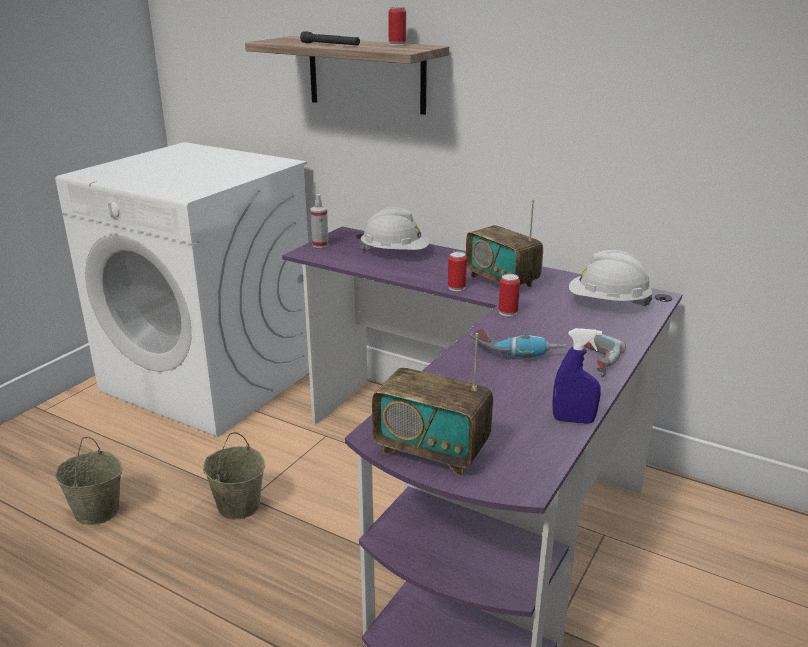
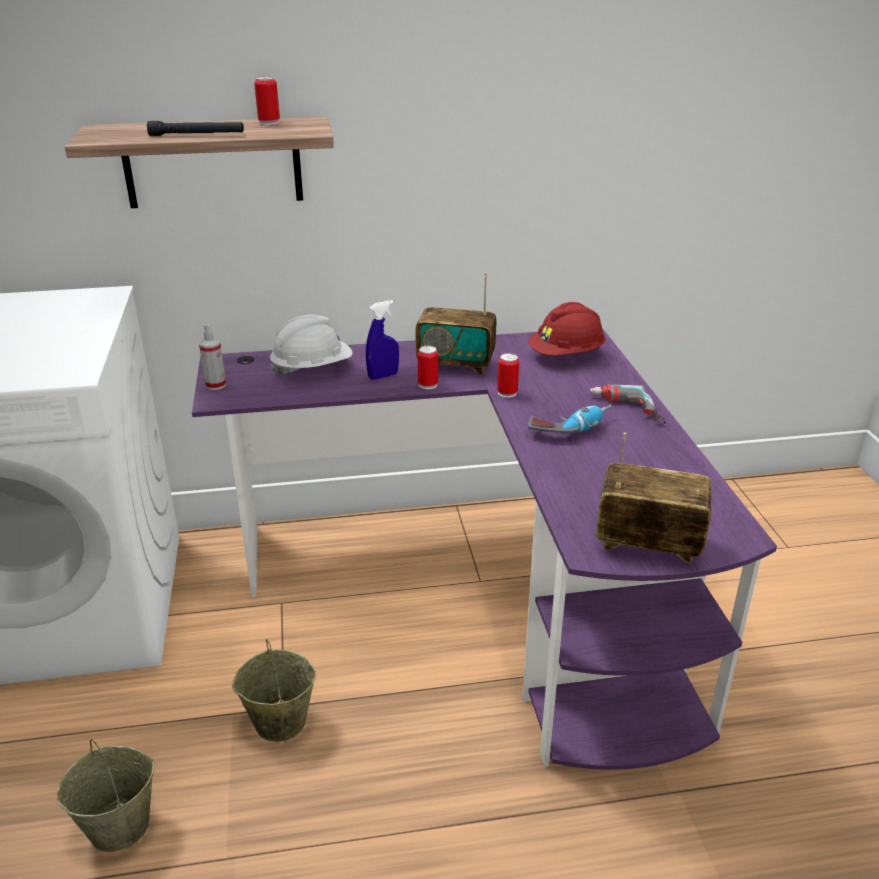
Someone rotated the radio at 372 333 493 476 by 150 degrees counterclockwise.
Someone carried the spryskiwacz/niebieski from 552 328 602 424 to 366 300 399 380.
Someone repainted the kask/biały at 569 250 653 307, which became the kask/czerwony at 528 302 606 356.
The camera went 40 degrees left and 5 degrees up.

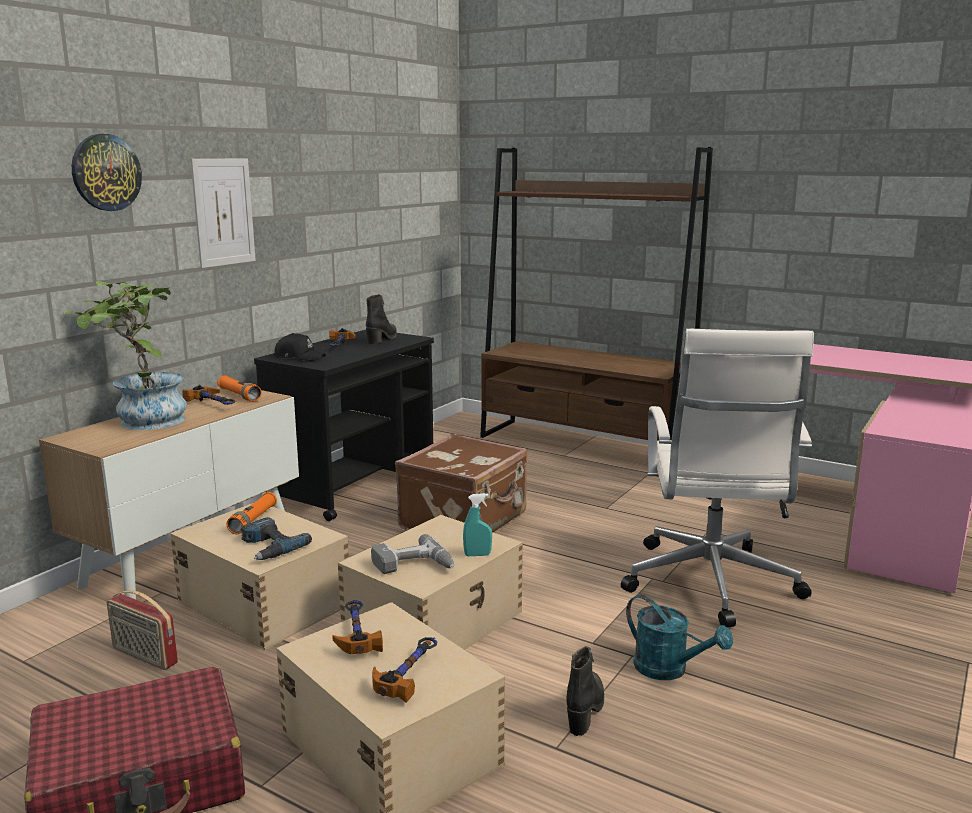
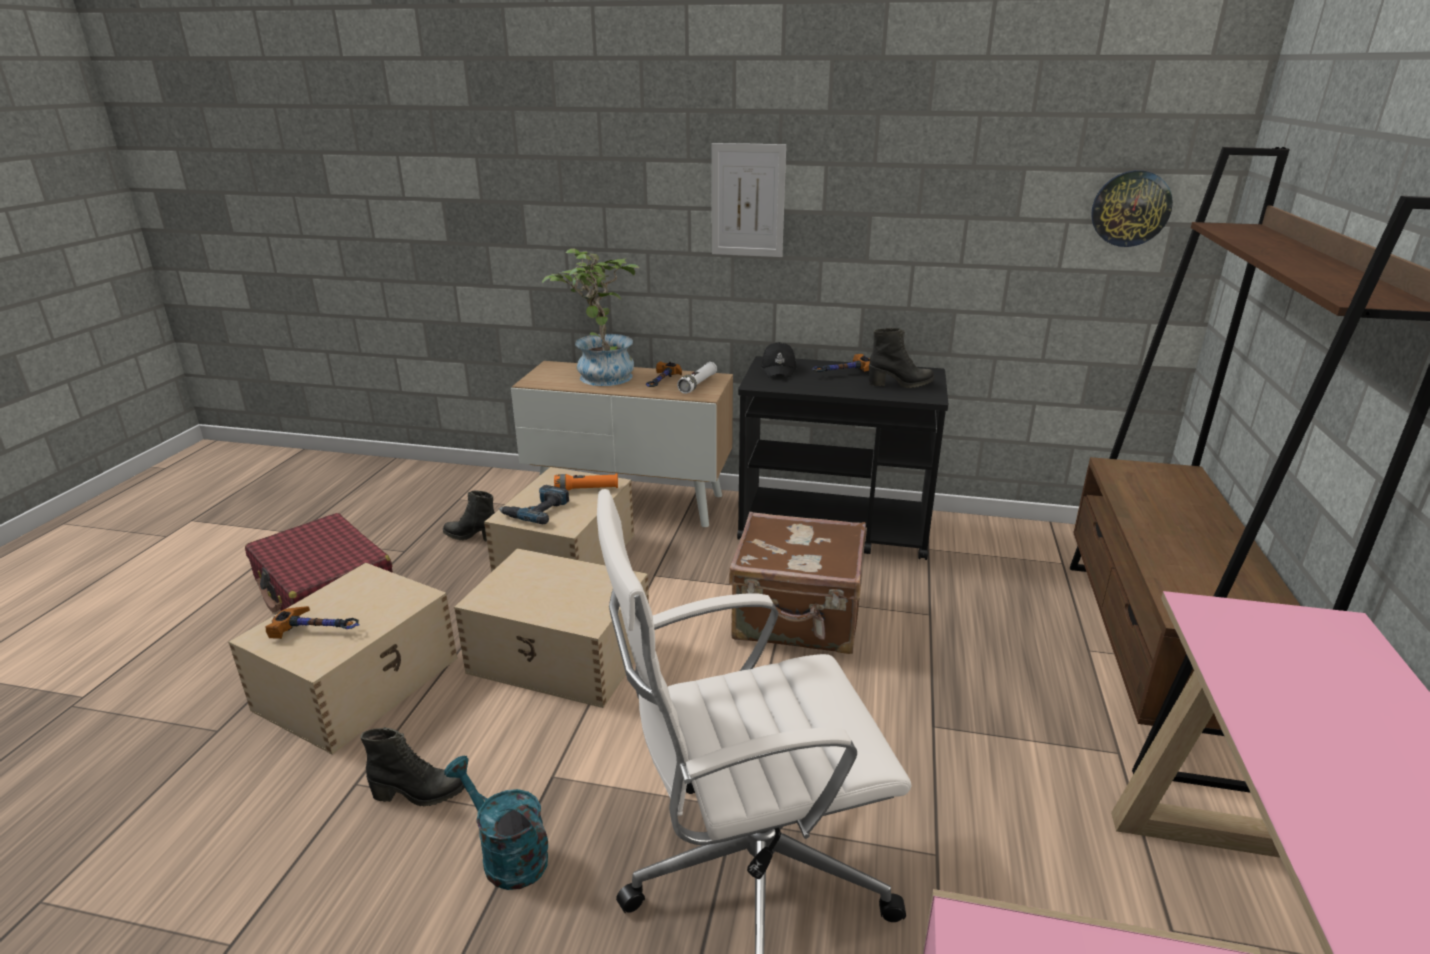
Someone carried the zegar ścienny from 72 134 142 211 to 1091 170 1173 247.
Someone swapped the radio at 107 590 178 670 for the but z cholewką/czarny at 443 491 495 541.
Someone repainted the latarka/pomarańczowy at 217 375 262 401, which became the latarka/biały at 677 362 717 394.
Someone took away the młotek at 332 600 383 654.
Someone took away the wiertarka at 371 534 454 574.
Someone took away the spryskiwacz/turkusowy at 463 493 492 556.
Someone rotated the konewka/turkusowy at 626 595 733 680 by 105 degrees clockwise.
The camera went 70 degrees right and 10 degrees up.

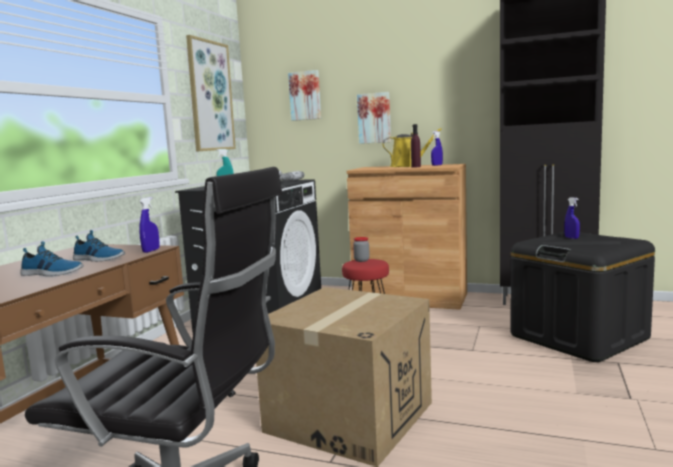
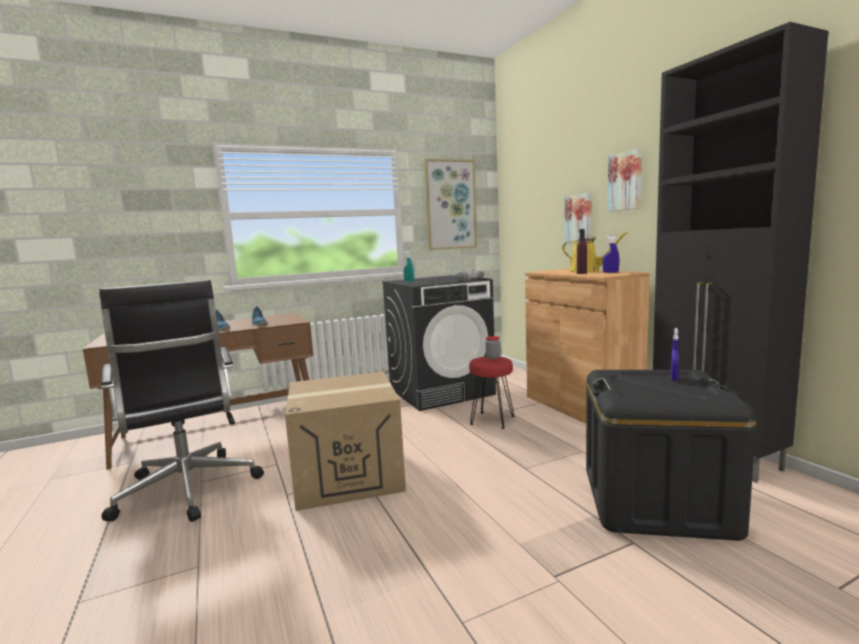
Someone took away the spryskiwacz/niebieski at 139 197 160 253.
Someone carried the obraz from 288 70 321 121 to 608 149 642 212.
The camera went 45 degrees right and 0 degrees up.

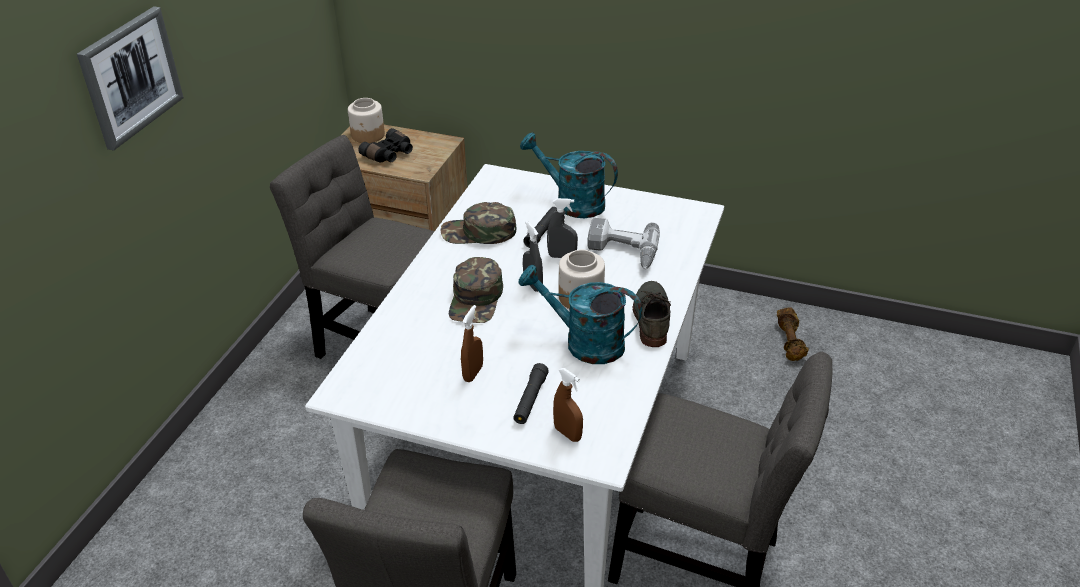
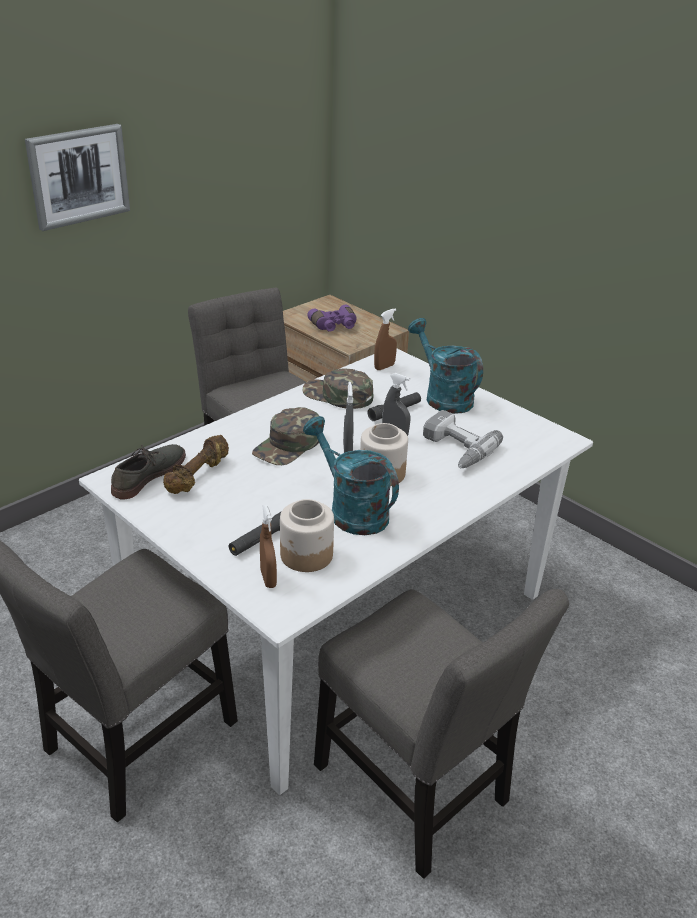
Someone carried the słoik from 348 98 385 143 to 280 499 334 572.
Someone repainted the lornetka/czarny at 358 128 413 162, which became the lornetka/fioletowy at 307 305 357 332.
Someone carried the spryskiwacz/brązowy from 461 305 483 382 to 374 308 397 370.
Someone carried the but/szary from 633 281 671 347 to 111 444 186 499.
Someone carried the hantel/brązowy from 777 307 809 361 to 163 435 229 494.
The camera went 25 degrees right and 5 degrees down.

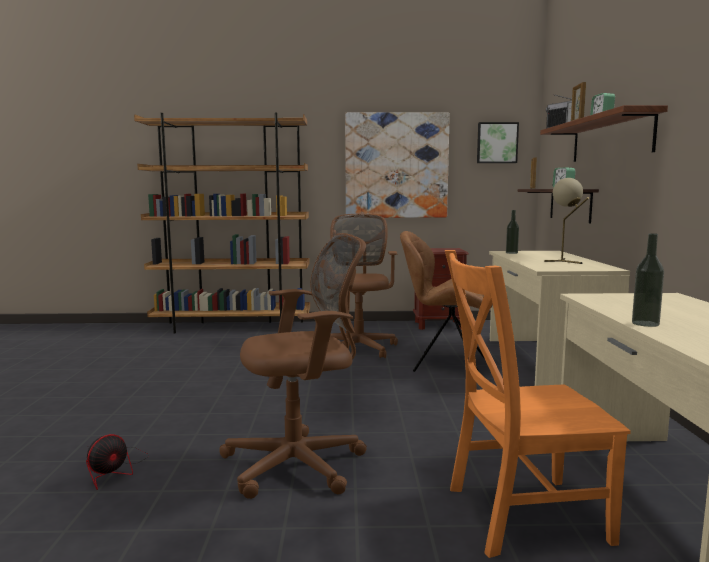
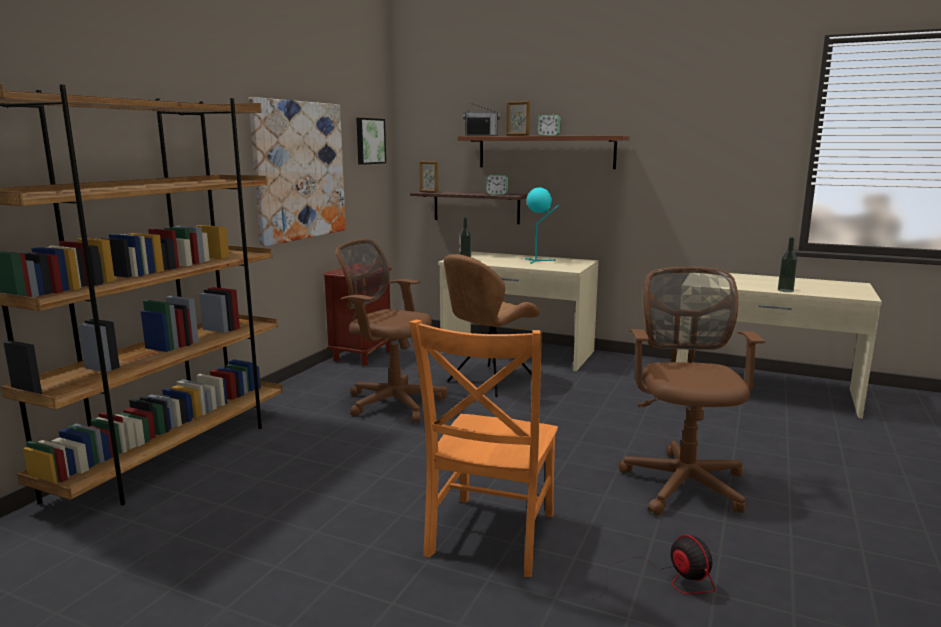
Someone carried the krzesło/pomarańczowy from 445 250 631 558 to 409 320 558 577.
Someone repainted the lampa stołowa/beżowy at 544 178 589 264, which became the lampa stołowa/turkusowy at 525 187 559 264.
The camera went 65 degrees left and 5 degrees up.

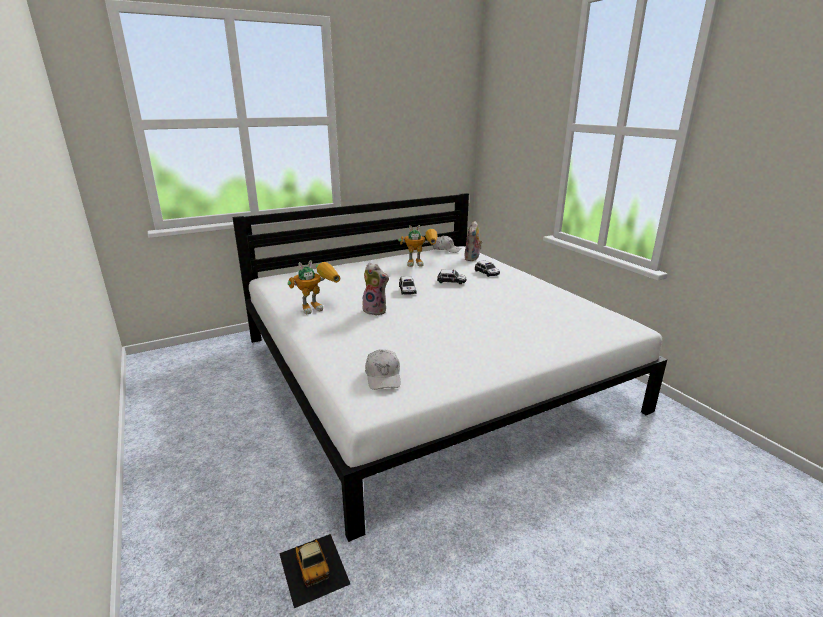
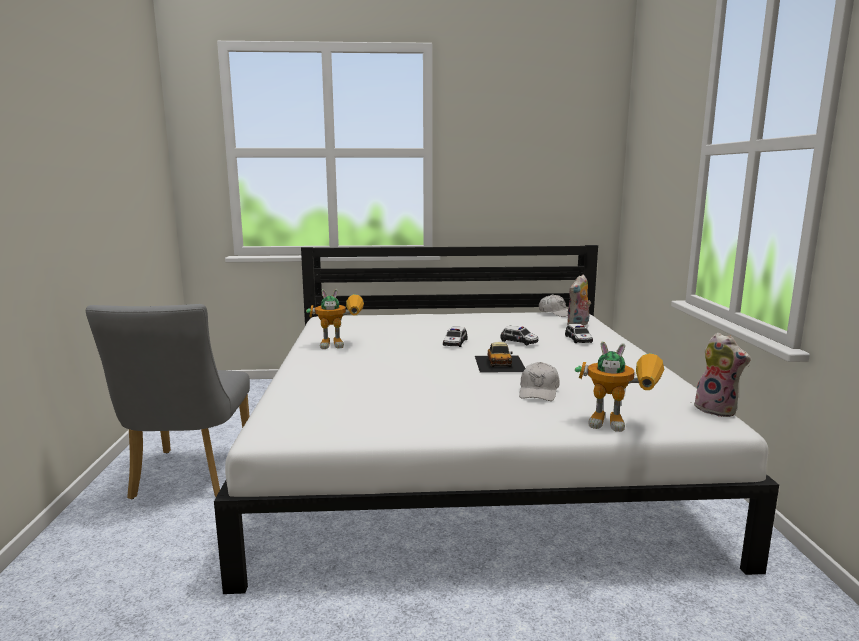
Someone carried the samochodzik from 279 534 350 608 to 475 342 525 373.
Someone carried the pluszak from 361 263 389 316 to 692 333 751 417.
Someone carried the czapka z daszkiem/biały from 365 349 401 390 to 519 362 560 401.
Someone carried the robot zabawkowy from 398 225 438 267 to 575 341 664 432.
Someone put down the krzesło/szary at 86 304 250 499.
The camera went 25 degrees right and 10 degrees down.

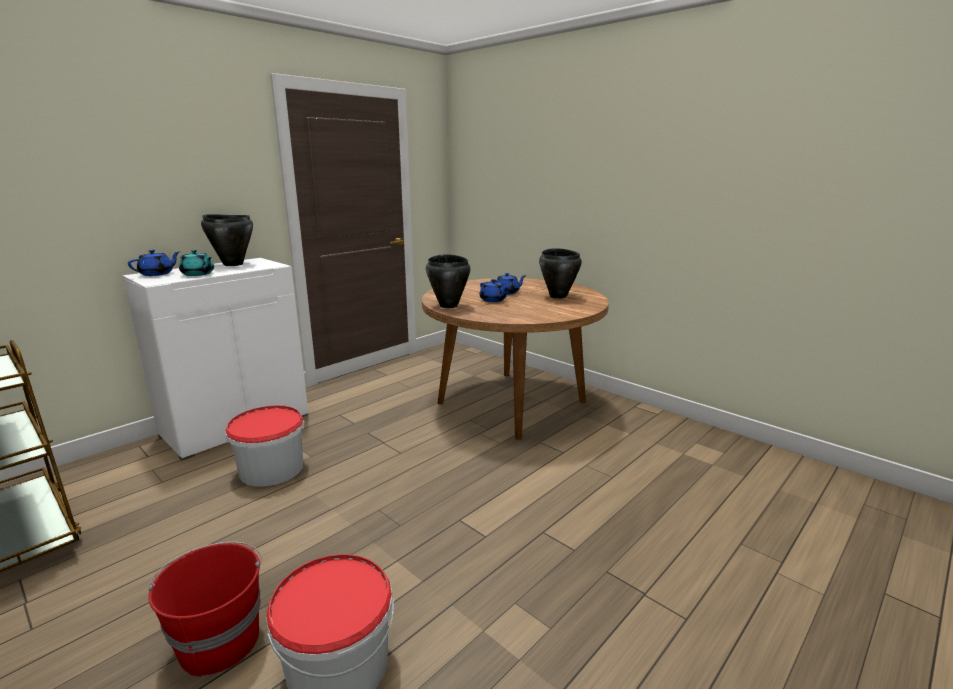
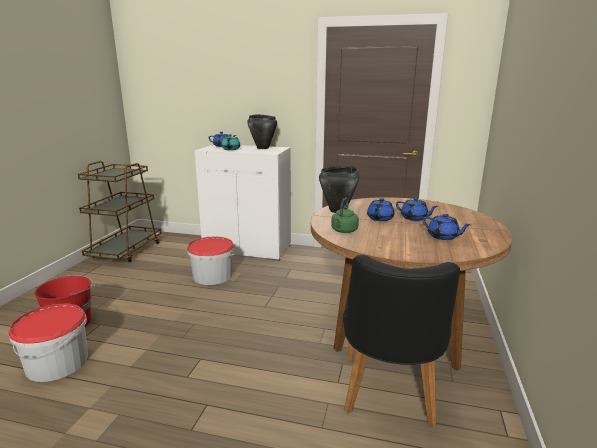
Someone swapped the garnek/czarny at 539 248 582 299 for the imbryk/niebieski at 423 214 471 240.
Someone put down the czajnik/zielony at 331 198 359 233.
Someone put down the krzesło/czarny at 343 255 460 427.
The camera went 60 degrees right and 0 degrees up.

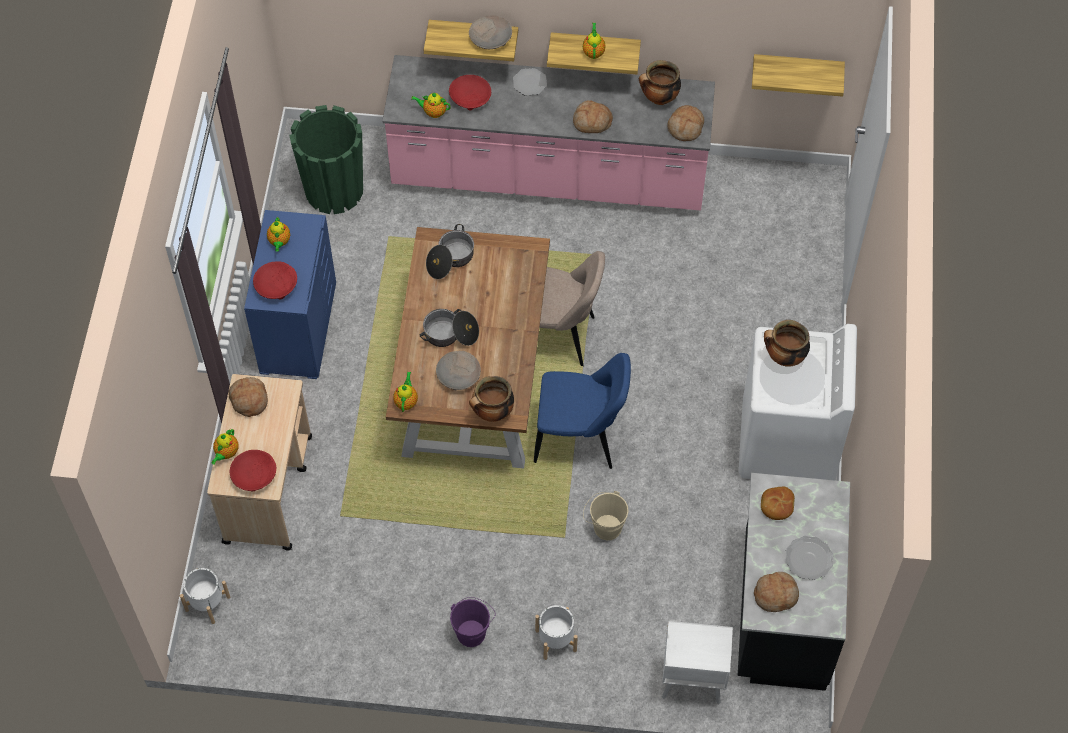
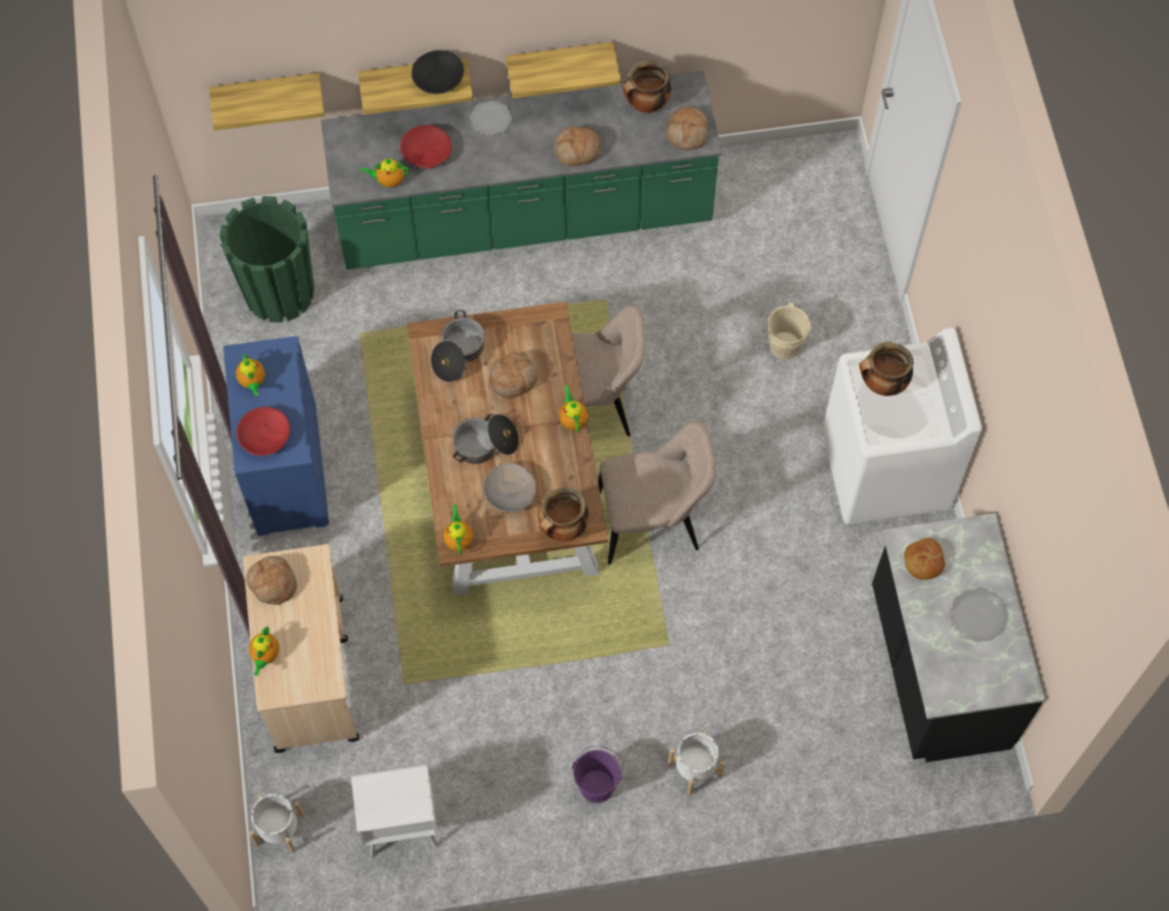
Someone took away the miska/czerwony at 230 450 276 491.
Someone repainted the zabudowa kuchenna/różowy at 382 55 715 210, which became the zabudowa kuchenna/zielony at 321 70 722 270.
Someone repainted the miska/beżowy at 469 15 512 49, which became the miska/czarny at 412 50 464 94.
Someone repainted the krzesło/niebieski at 534 353 631 469, which became the krzesło/beżowy at 598 421 716 565.
Someone carried the imbryk from 583 23 606 59 to 559 386 588 433.
Someone carried the wiadro/beżowy from 583 491 629 540 to 759 303 810 360.
Someone carried the szafka nocna/biały from 662 621 733 705 to 351 765 439 857.
Someone carried the półka from 752 54 845 97 to 209 73 325 131.
Someone carried the chleb from 754 572 799 612 to 489 353 537 398.
The camera went 15 degrees left and 5 degrees up.

